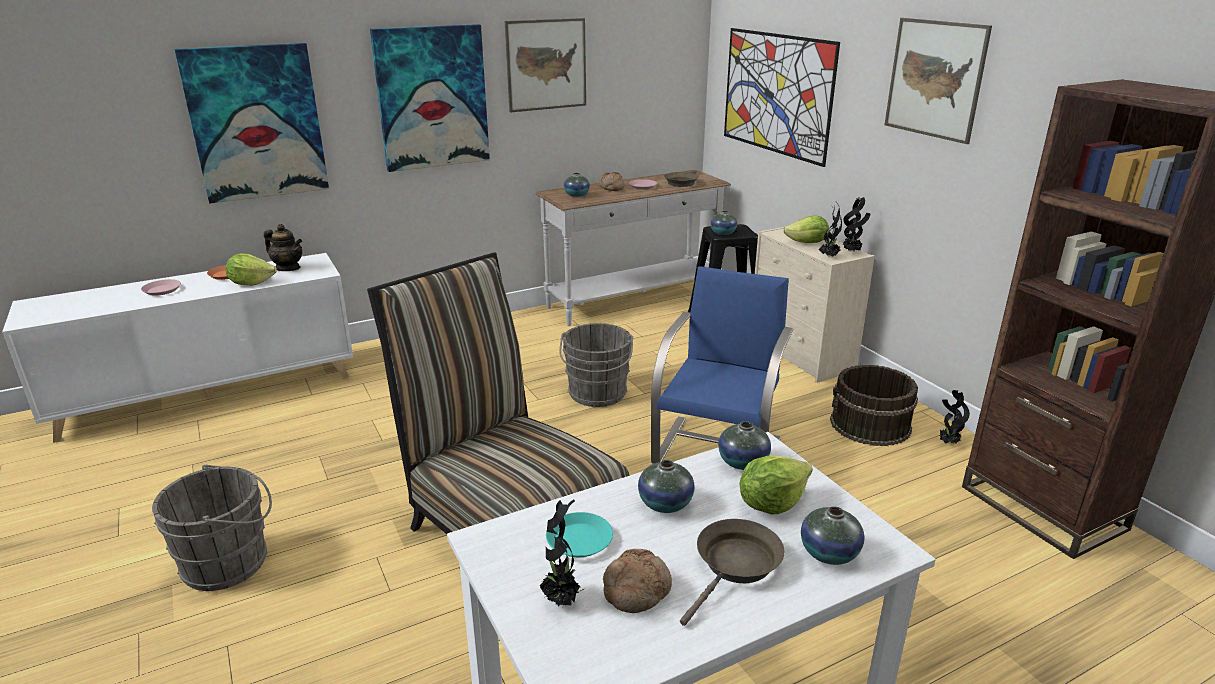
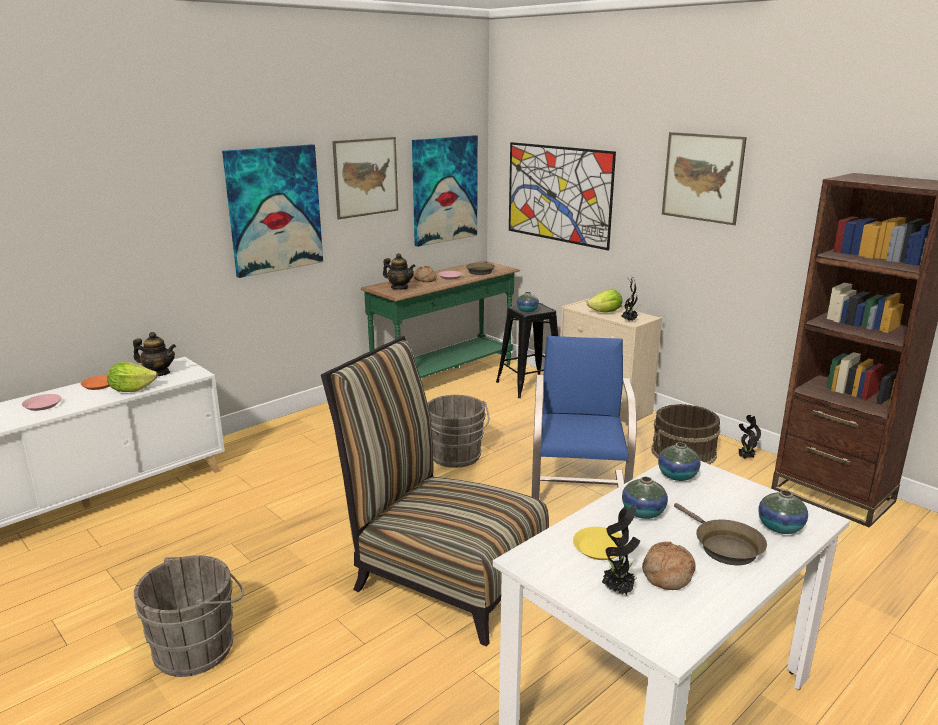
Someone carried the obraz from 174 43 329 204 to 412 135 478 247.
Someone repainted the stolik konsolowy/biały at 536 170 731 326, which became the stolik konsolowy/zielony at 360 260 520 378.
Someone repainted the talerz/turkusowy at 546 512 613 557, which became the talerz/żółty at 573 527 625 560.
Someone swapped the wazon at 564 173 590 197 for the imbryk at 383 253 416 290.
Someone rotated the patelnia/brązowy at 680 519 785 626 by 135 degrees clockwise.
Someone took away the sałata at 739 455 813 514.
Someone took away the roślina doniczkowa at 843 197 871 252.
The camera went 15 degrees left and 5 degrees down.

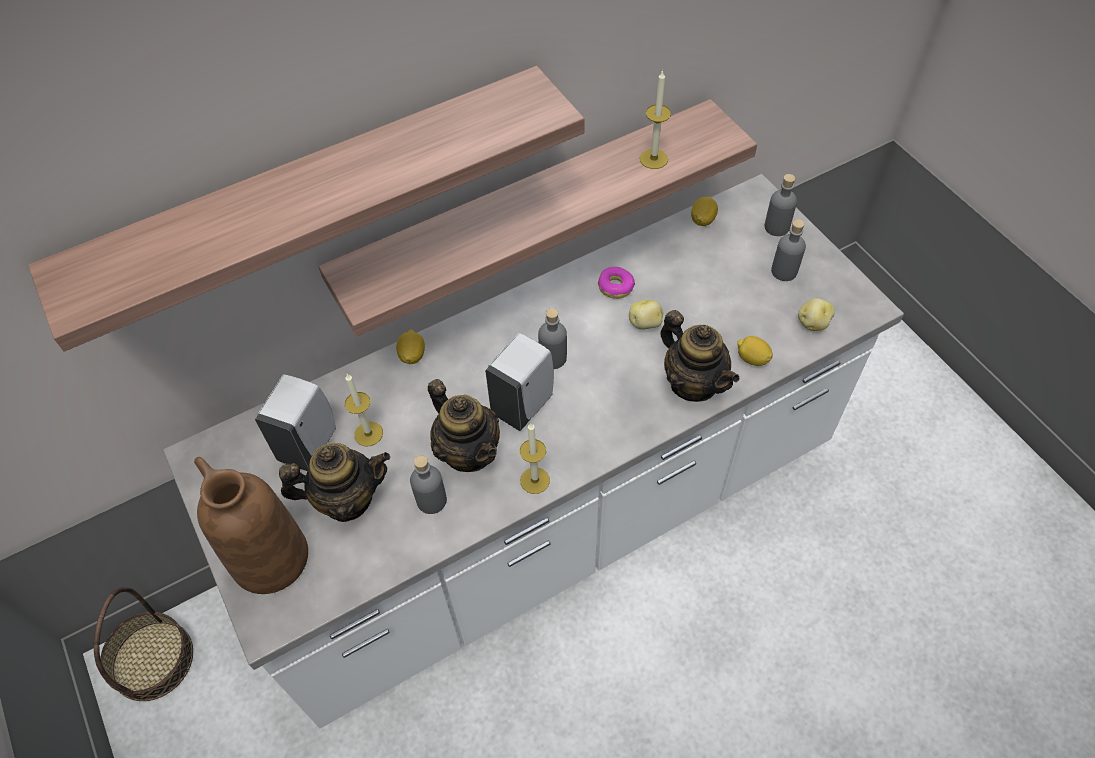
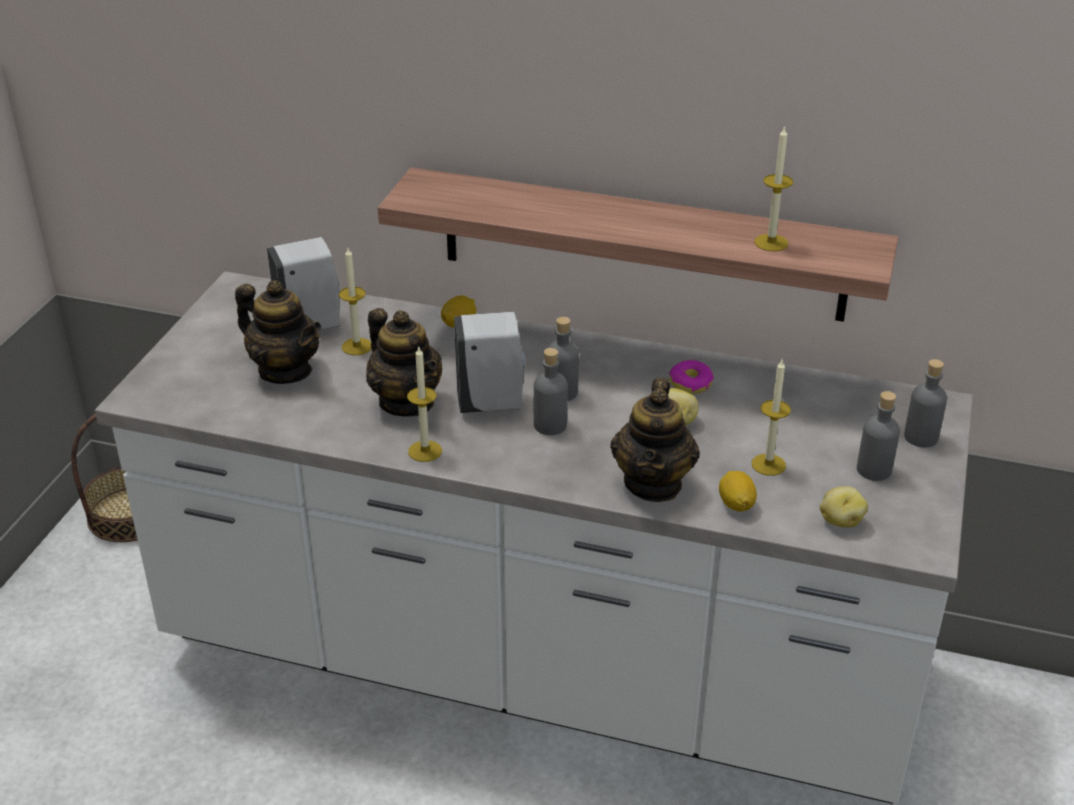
Someone took away the półka at 28 66 585 352.
Someone took away the wazon/brązowy at 194 457 308 594.
Someone carried the butelka/szary from 410 455 447 514 to 534 348 568 435.
Someone rotated the imbryk at 428 379 500 472 by 45 degrees counterclockwise.
Someone took away the cytryna at 691 197 718 226.
Someone put down the świeca at 751 360 791 476.
The camera went 45 degrees right and 20 degrees down.

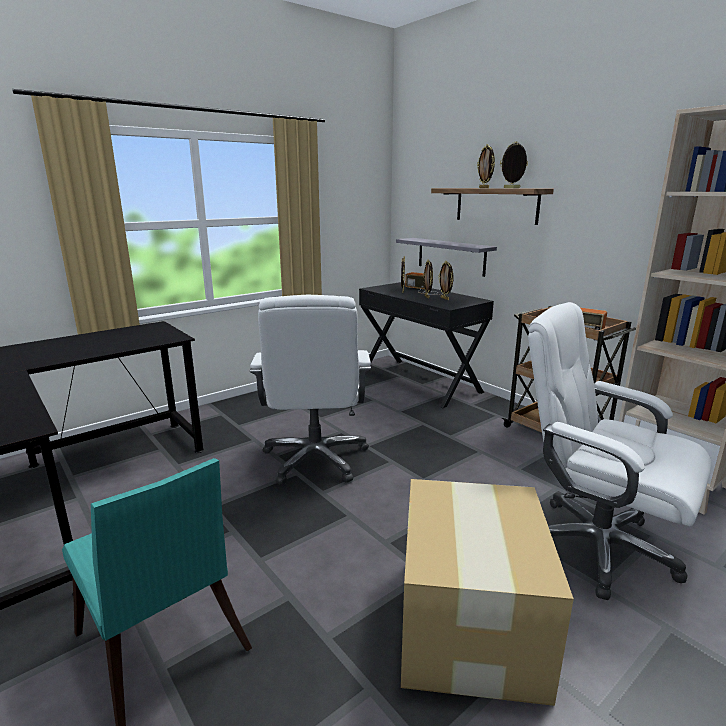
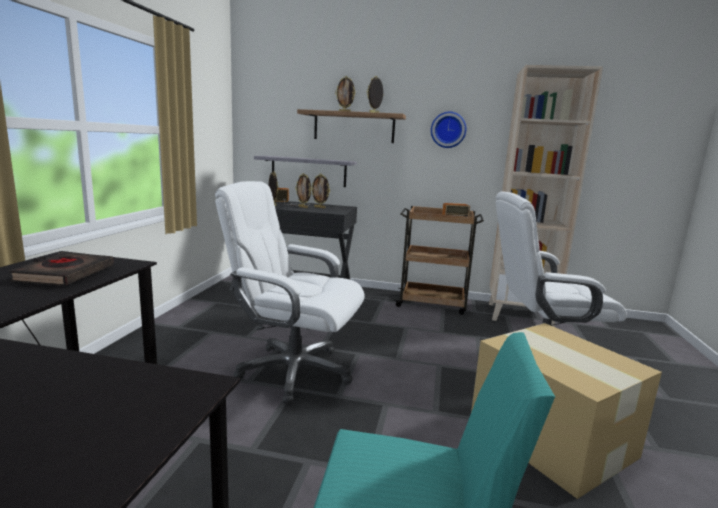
Someone rotated the krzesło biurowe/biały at 250 295 371 485 by 150 degrees clockwise.
Someone put down the książka/czarny at 9 252 114 286.
Someone put up the zegar ścienny at 431 112 467 148.
The camera went 40 degrees left and 5 degrees down.

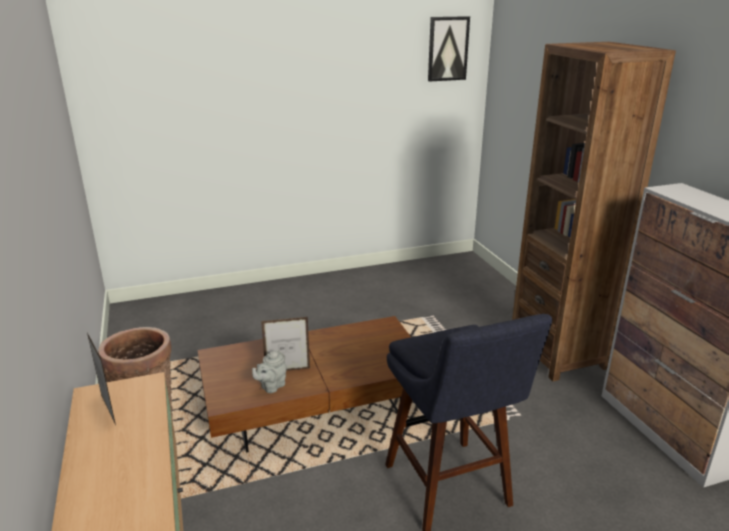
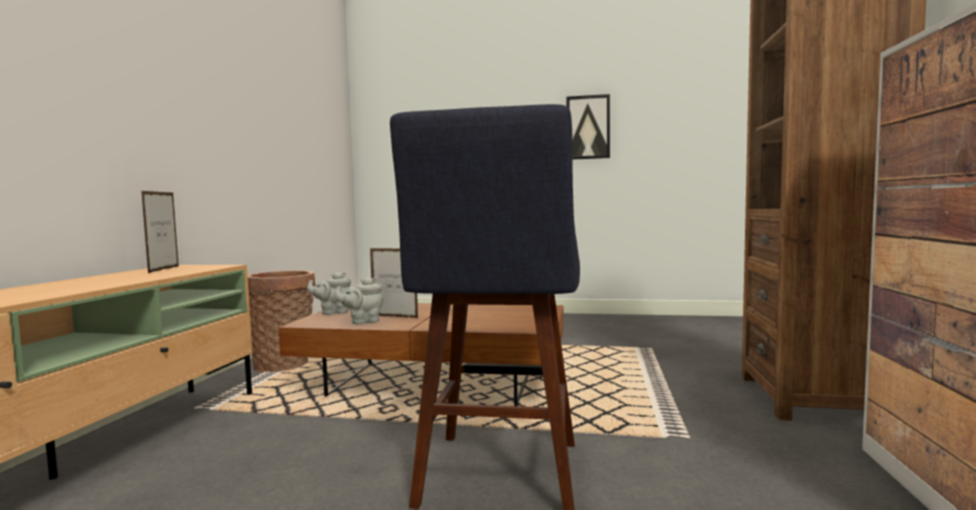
Someone carried the obraz from 428 16 470 82 to 566 94 610 159.
Someone put down the imbryk/szary at 307 272 351 315.
The camera went 30 degrees right and 20 degrees down.

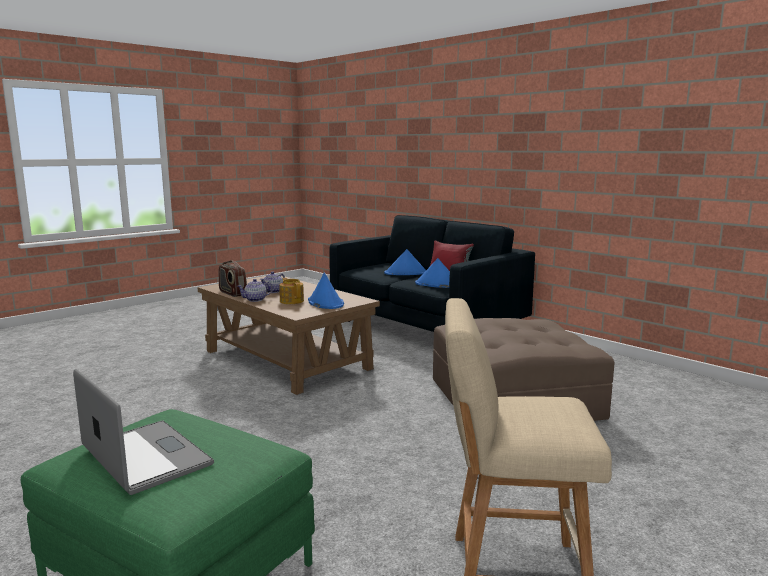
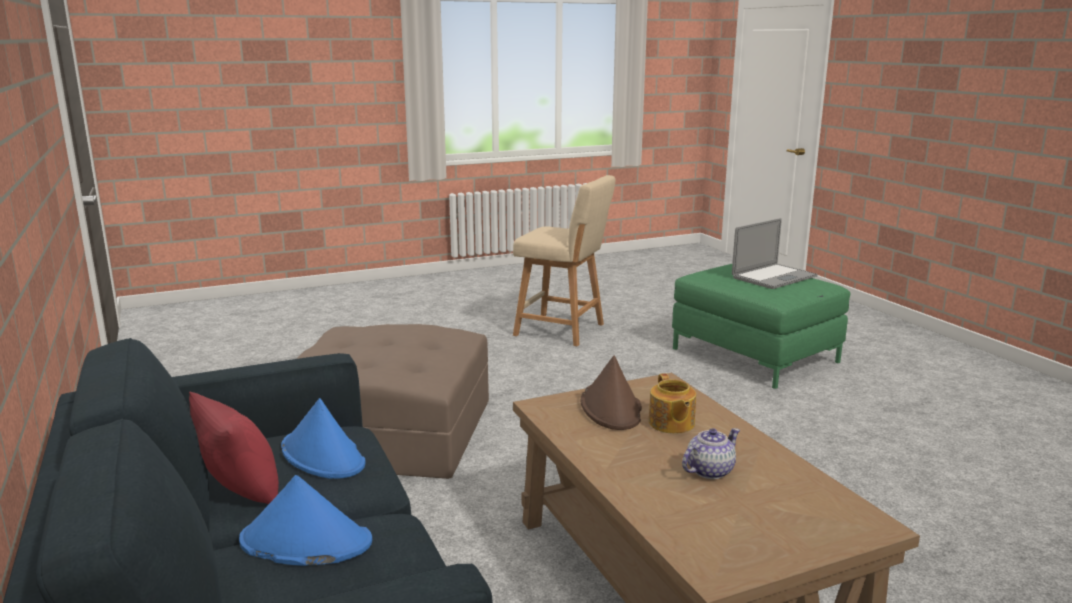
Someone rotated the laptop at 73 369 214 495 by 105 degrees counterclockwise.
Someone took away the radio at 219 260 247 297.
Someone took away the imbryk at 237 279 273 302.
Someone repainted the kapelusz/niebieski at 308 273 344 309, which became the kapelusz/brązowy at 581 355 642 430.
The camera went 160 degrees left and 5 degrees up.

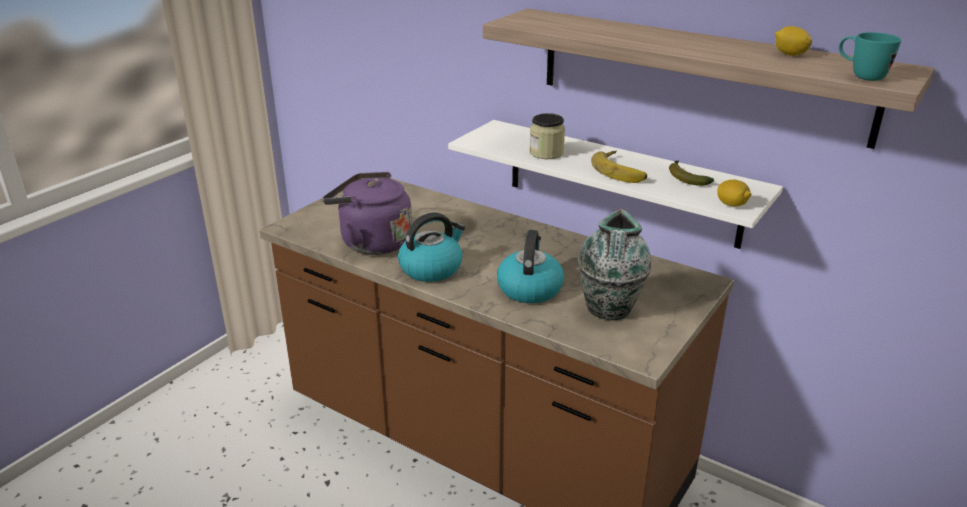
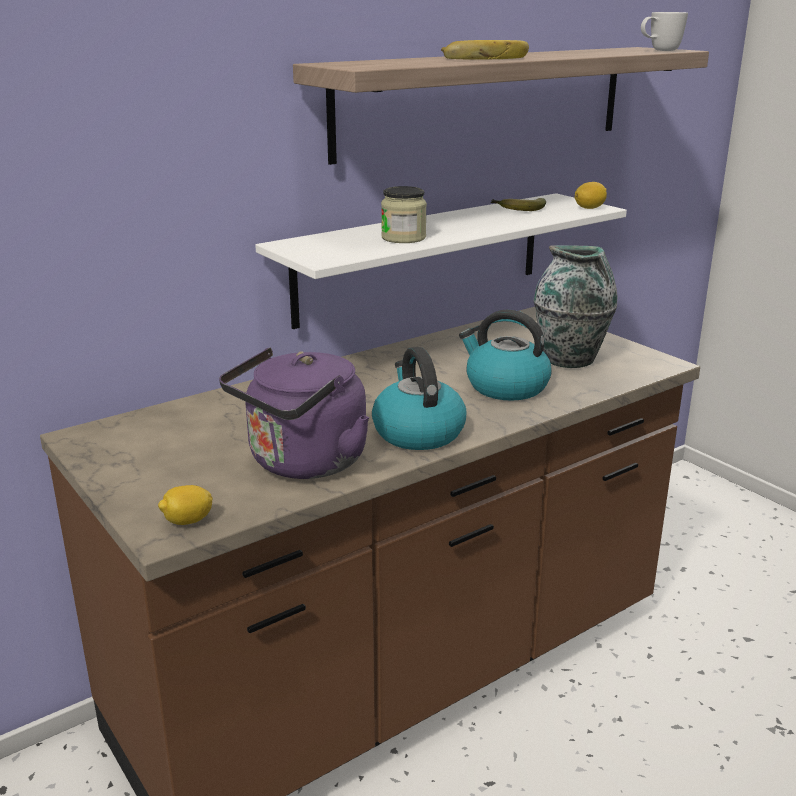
Someone carried the banan from 591 151 647 183 to 441 40 529 60.
Someone carried the cytryna from 775 26 812 56 to 158 485 213 525.
Someone repainted the kubek/turkusowy at 839 32 901 81, which became the kubek/biały at 641 12 688 51.
The camera went 70 degrees left and 5 degrees down.

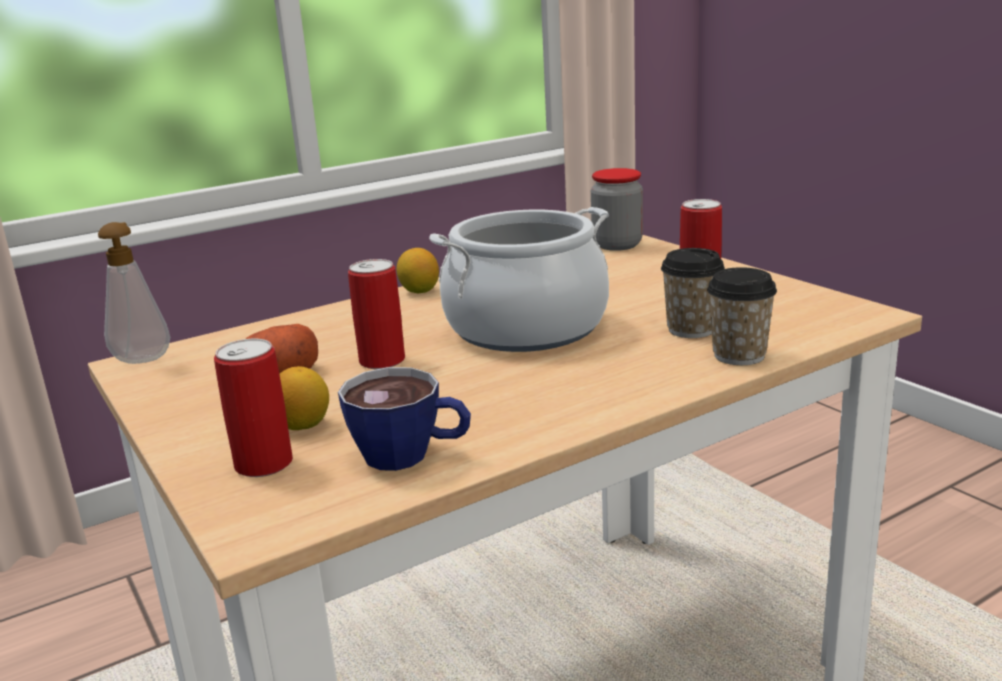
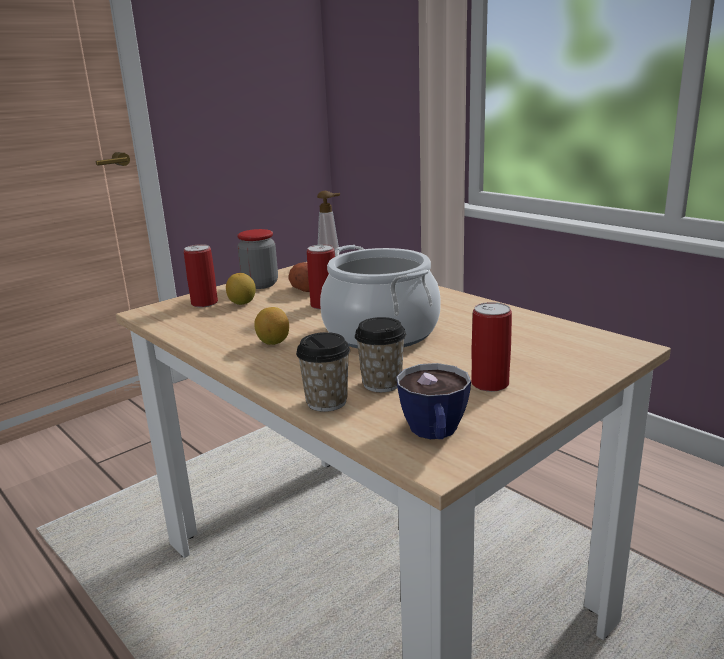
Someone carried the filiżanka from 338 367 471 471 to 396 363 471 439.
Someone carried the cytryna from 397 248 439 293 to 254 307 289 345.
Someone carried the słoik from 591 168 643 251 to 237 229 278 289.
The camera went 80 degrees right and 0 degrees up.

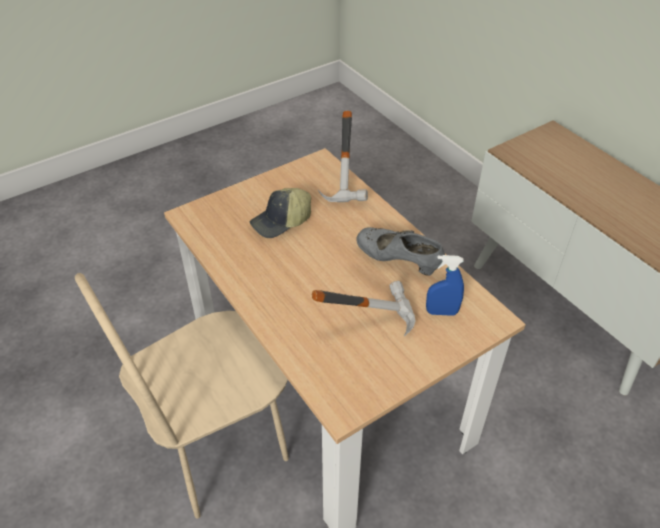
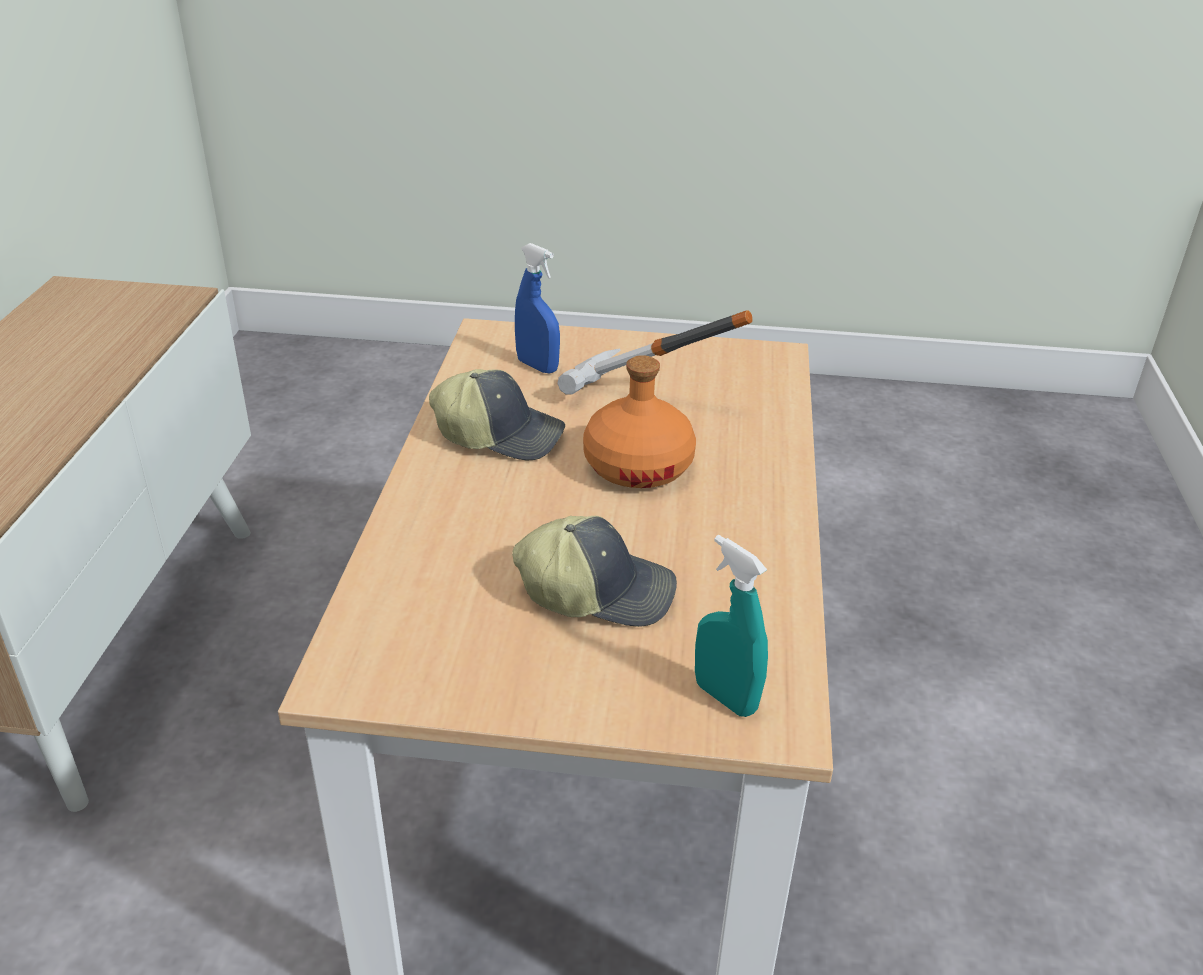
Someone took away the krzesło/beżowy at 75 273 289 519.
Someone took away the młotek at 317 111 368 202.
Someone swapped the but/szary at 356 227 445 276 for the czapka z daszkiem at 429 369 565 461.
Someone put down the butelka/pomarańczowy at 583 355 696 488.
Someone put down the spryskiwacz/turkusowy at 695 535 768 717.
The camera went 140 degrees left and 10 degrees down.

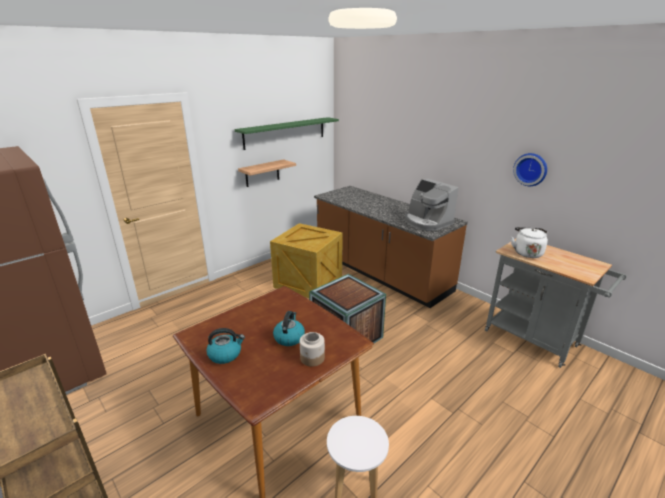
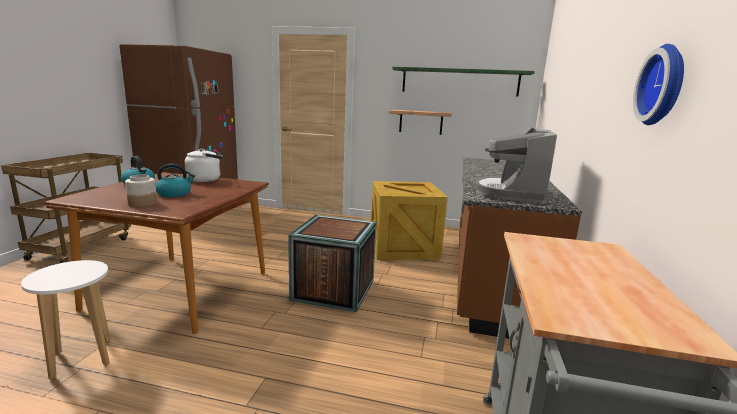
Someone carried the czajnik/biały from 511 227 548 258 to 185 149 223 182.
The camera went 55 degrees right and 10 degrees down.

